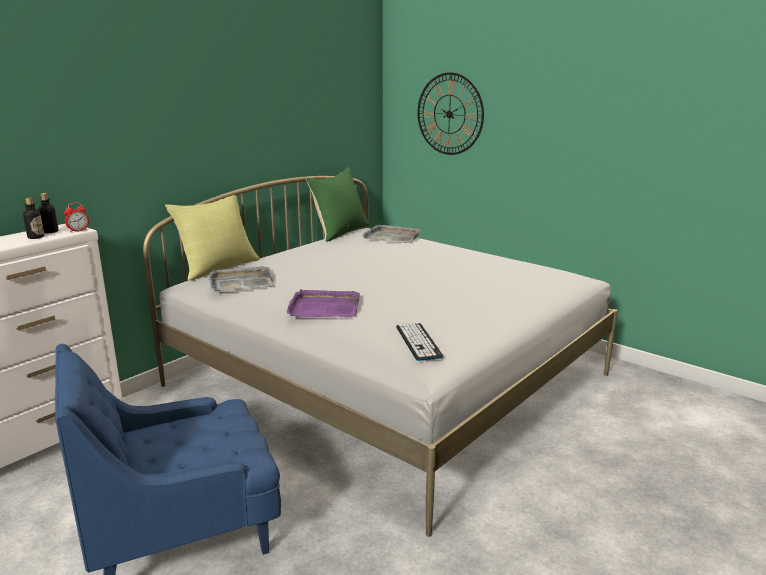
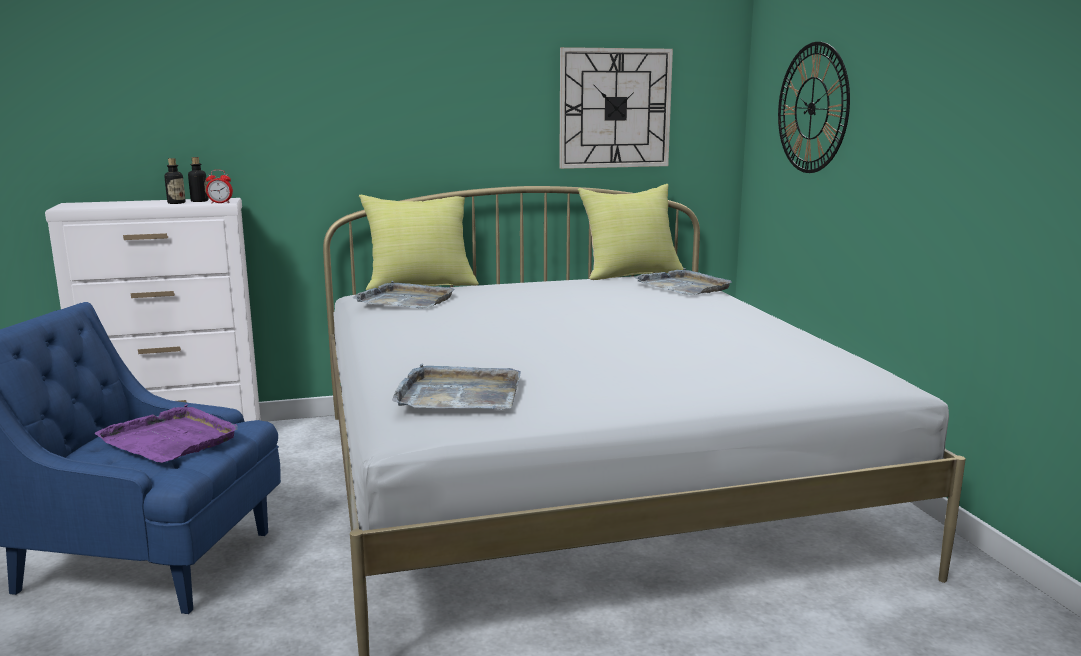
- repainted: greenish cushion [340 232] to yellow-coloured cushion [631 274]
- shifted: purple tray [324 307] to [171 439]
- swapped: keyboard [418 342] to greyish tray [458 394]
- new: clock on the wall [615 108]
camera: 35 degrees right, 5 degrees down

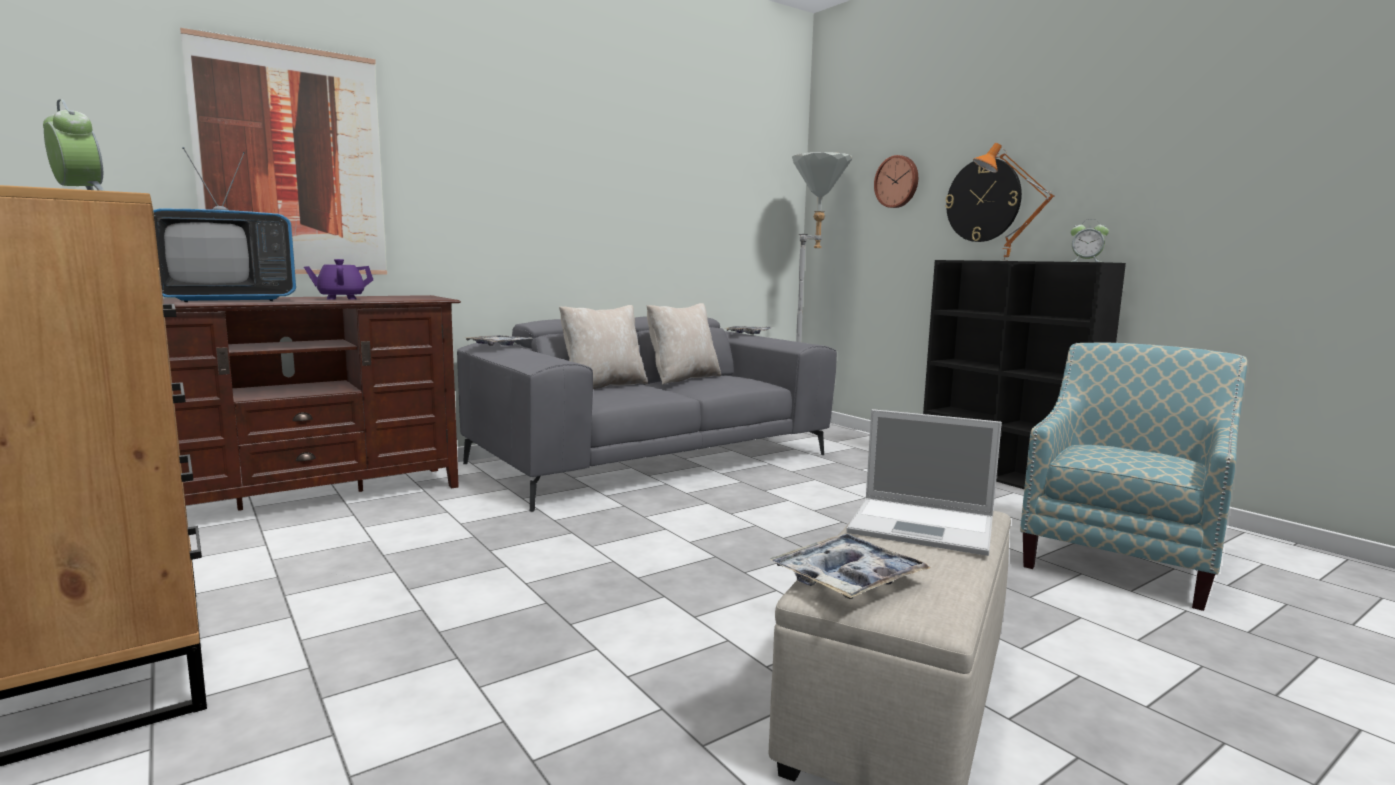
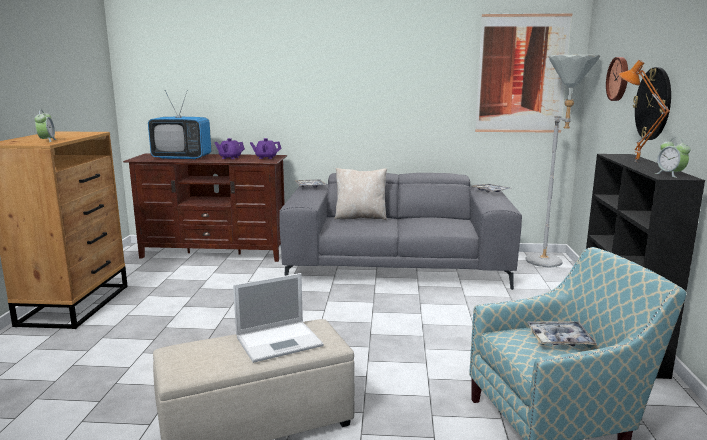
- shifted: wall art [292 162] to [521 74]
- gone: beige-coloured cushion [682 379]
- rotated: laptop [924 526] = [280 341] 90 degrees counterclockwise
- shifted: tray [847 579] to [559 339]
- new: purple pot for tea [266 158]
camera: 40 degrees right, 5 degrees up

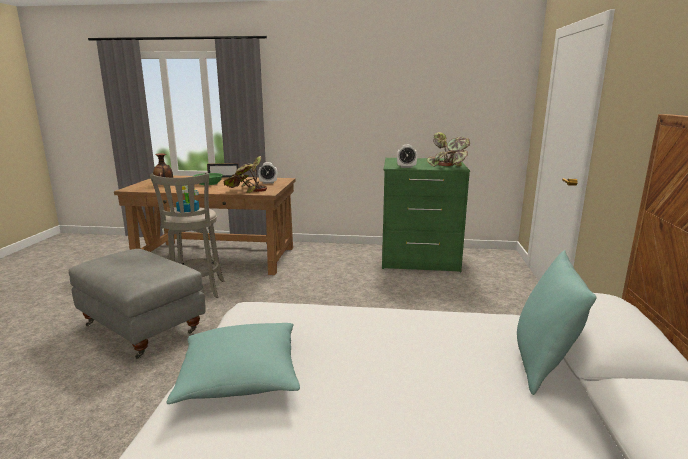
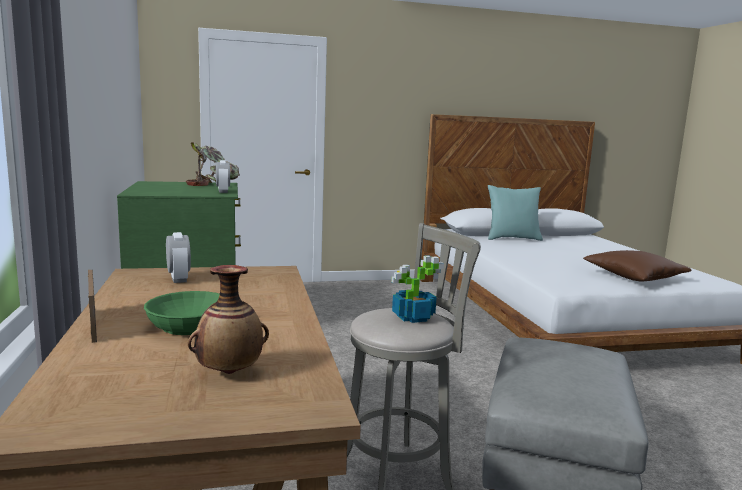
- gone: plant in a pot [246 190]
- repainted: turquoise cushion [240 377] to brown cushion [634 277]
camera: 110 degrees left, 5 degrees down

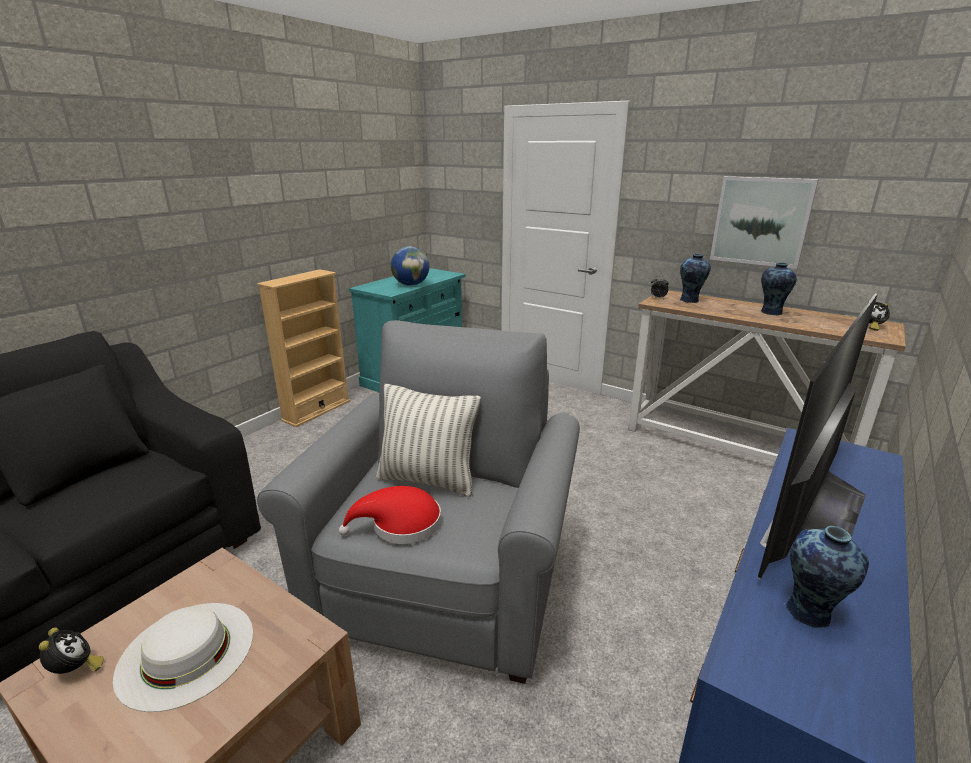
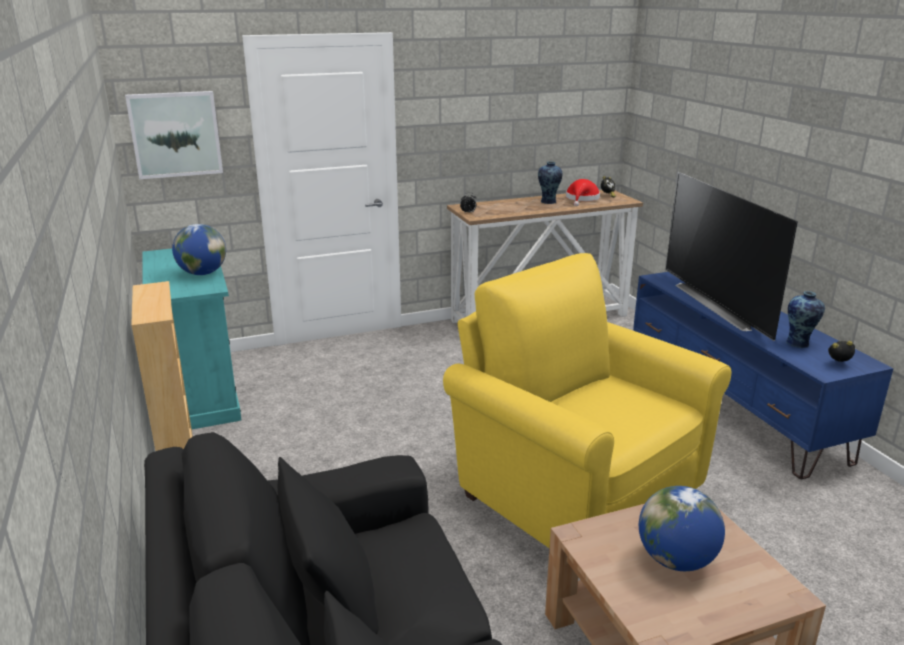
- shifted: wall art [761 221] to [175 134]
- gone: vase [690 300]
- repainted: greyish easy chair [447 580] to yellow-coloured easy chair [573 490]
- gone: cushion [428 480]
- shifted: reddish hat [400 525] to [582 199]
- swapped: white-coloured hat [186 652] to desk globe [676 560]
- shifted: alarm clock [76 670] to [839 364]
camera: 55 degrees left, 0 degrees up

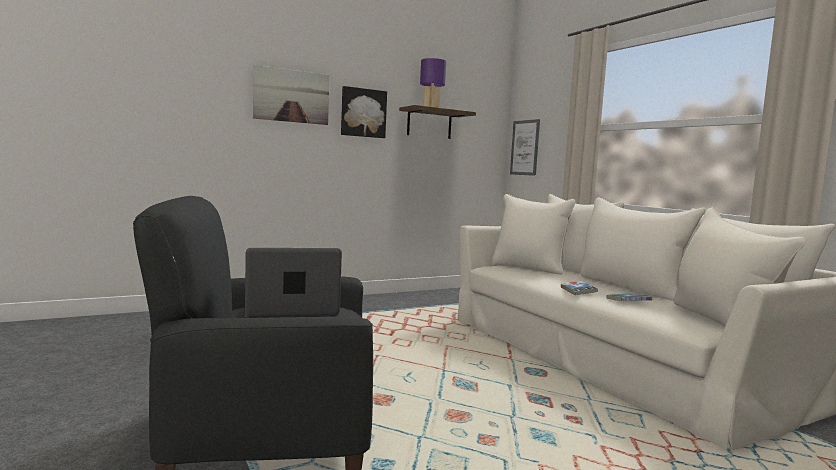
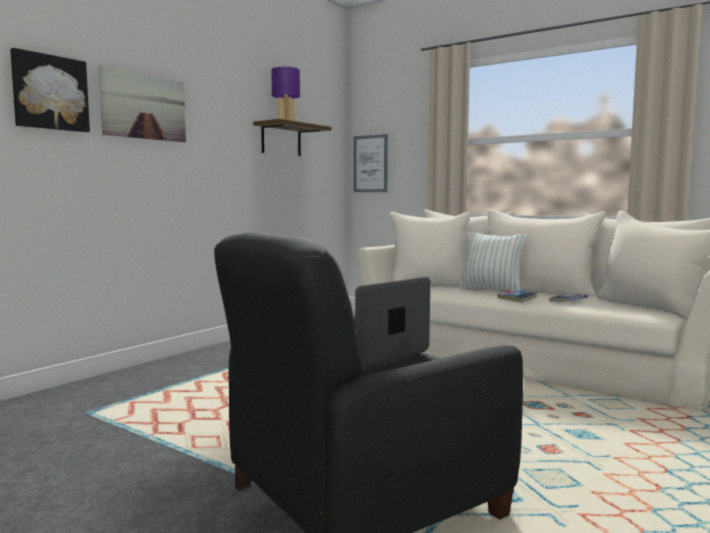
- shifted: wall art [363 113] to [50 93]
- new: cushion [491 290]
camera: 25 degrees left, 0 degrees up

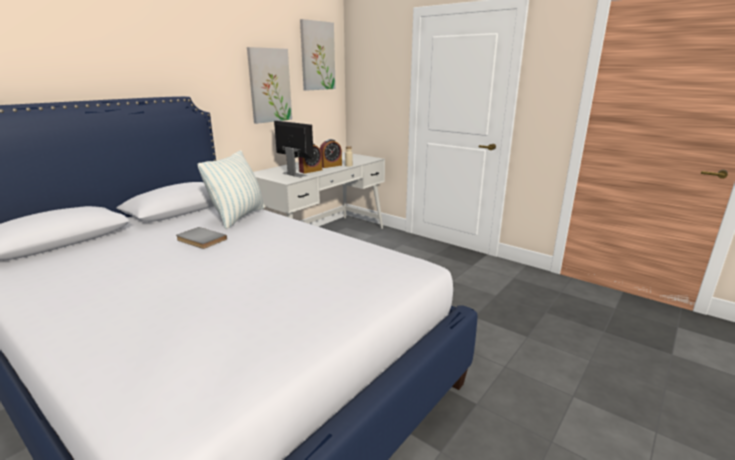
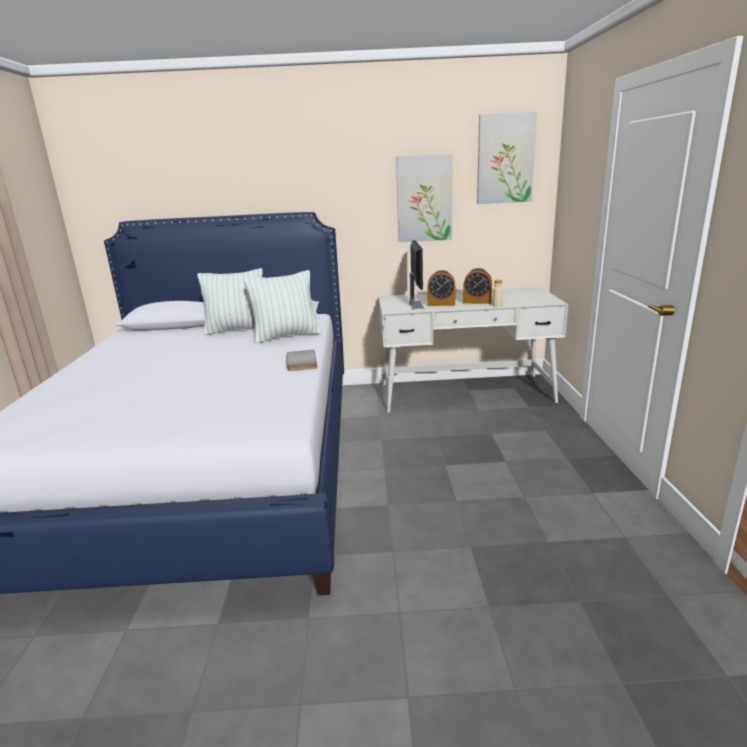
- shifted: greyish bound book [200 240] to [300 362]
- new: cushion [237 330]
camera: 50 degrees right, 0 degrees up

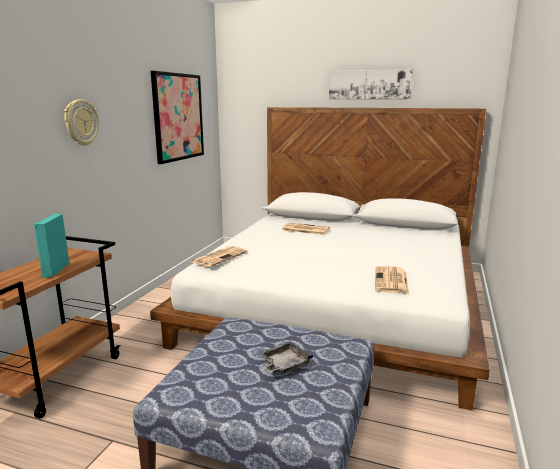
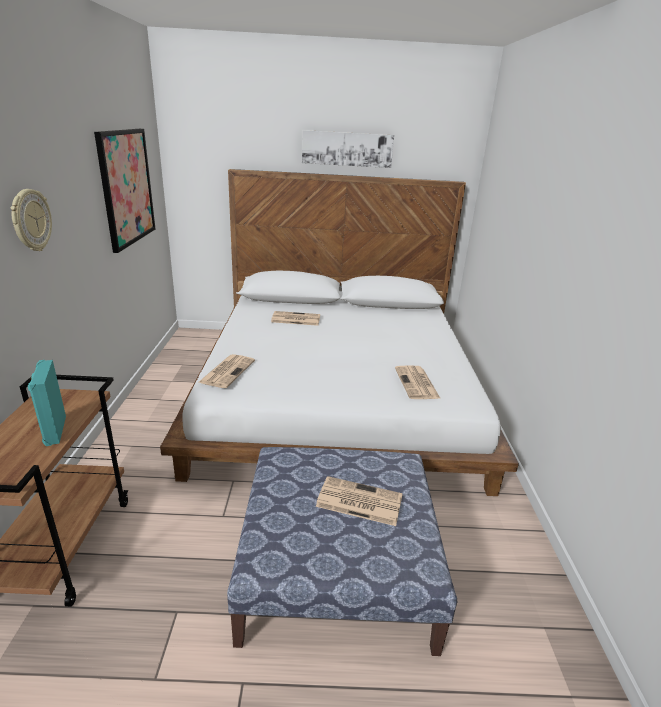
- swapped: greyish tray [284 365] to printed paper [358 501]
camera: 20 degrees left, 10 degrees up

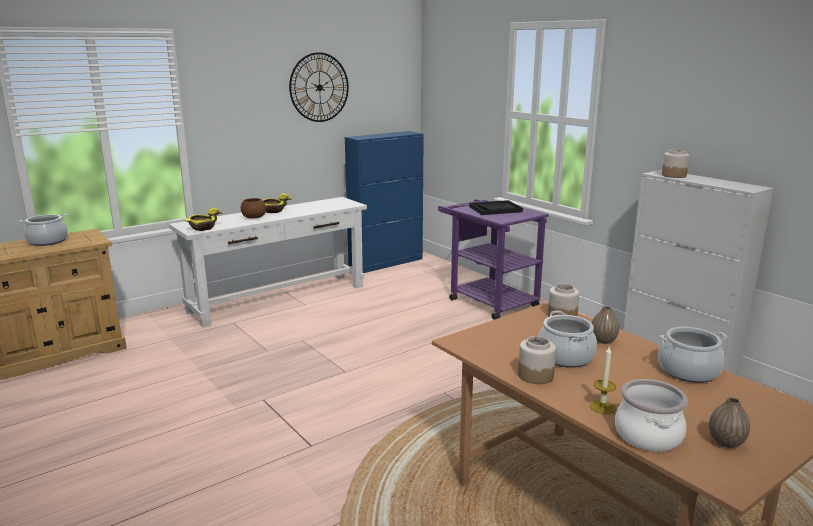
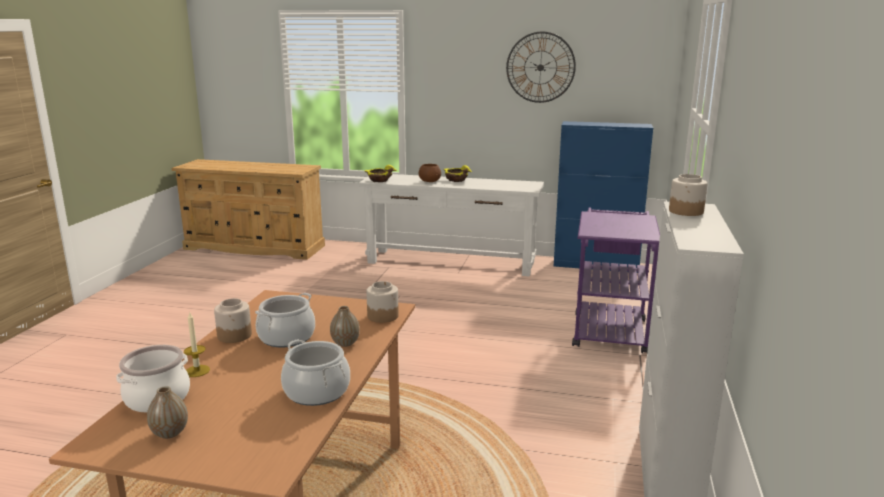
- gone: black-coloured tray [495 209]
- gone: cooking pot [47 241]
camera: 50 degrees right, 0 degrees up

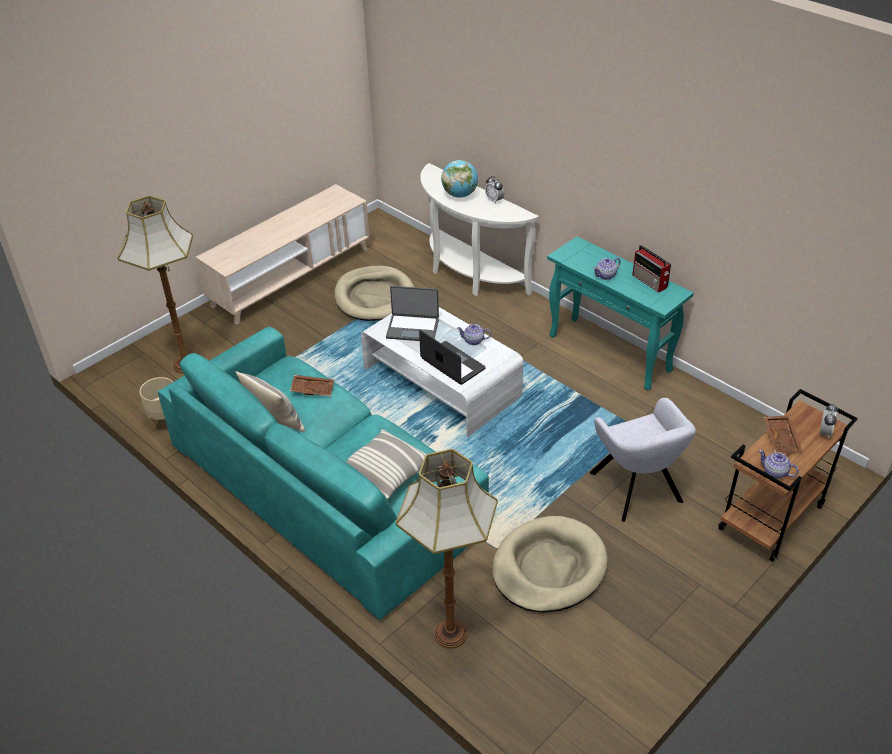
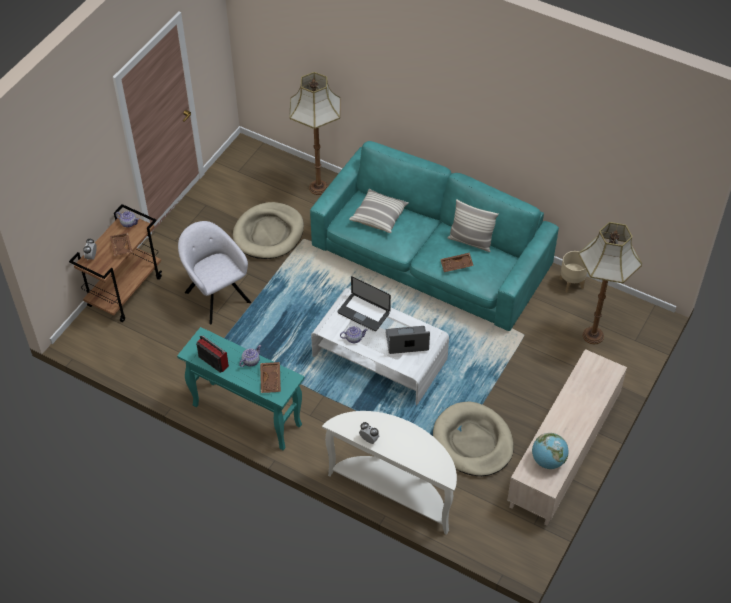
- shifted: desk globe [459 195] to [548 460]
- new: brown tray [271 380]
camera: 165 degrees right, 10 degrees up

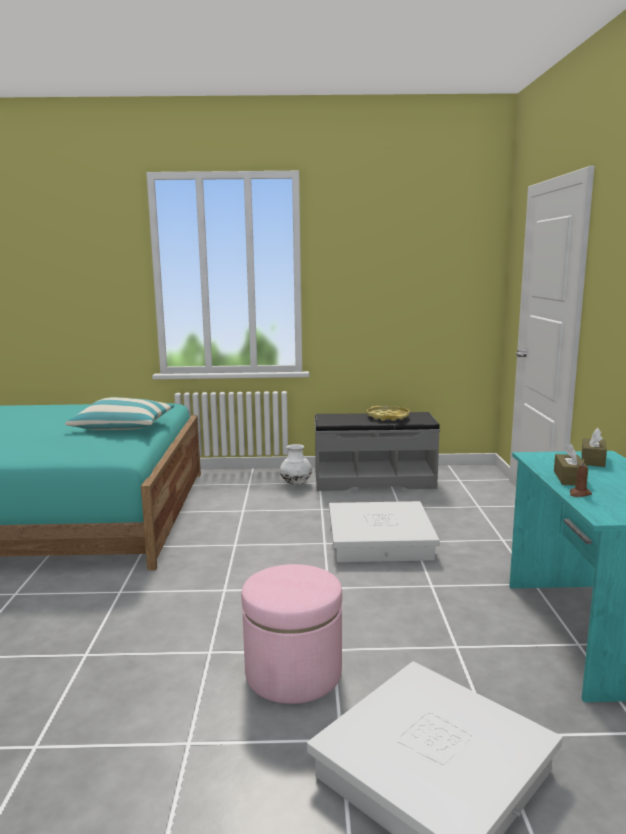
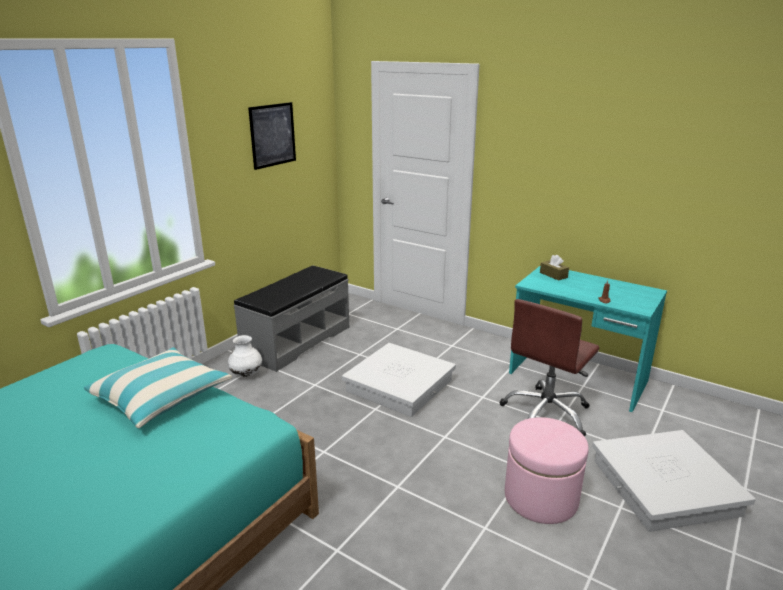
- gone: yellow-coloured tray [388 417]
- gone: brown tissue holder [569 478]
- new: wall art [272 135]
- new: brown office chair [546 414]
camera: 55 degrees left, 10 degrees up

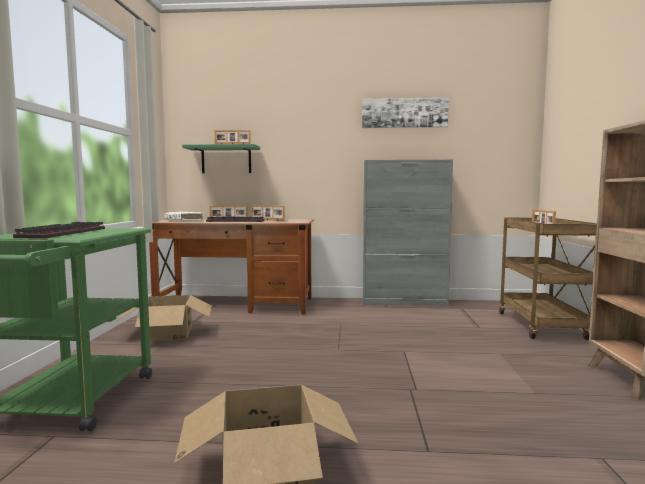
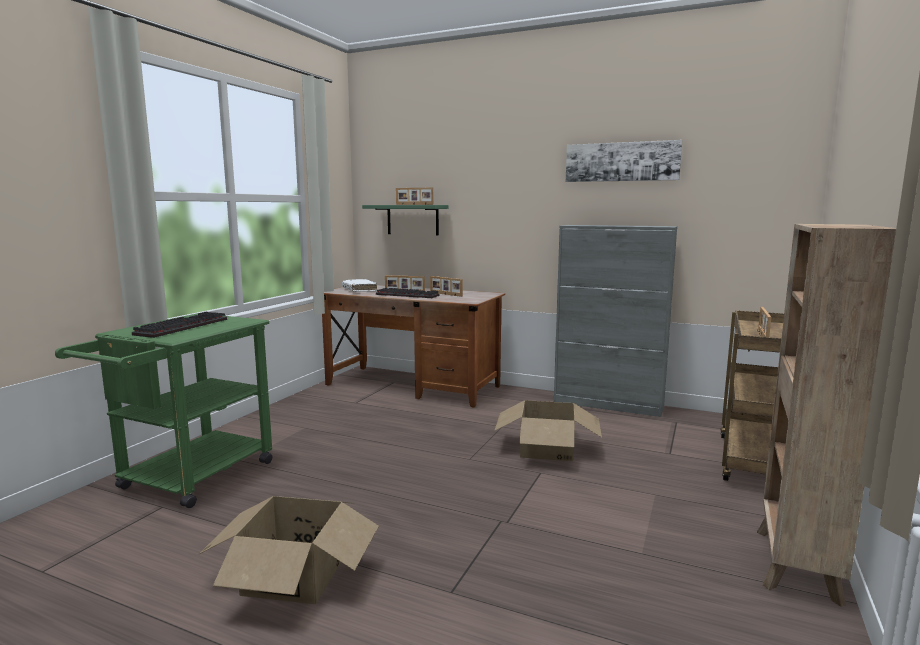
- shifted: packing box [167 333] to [547 448]
camera: 20 degrees right, 5 degrees up

